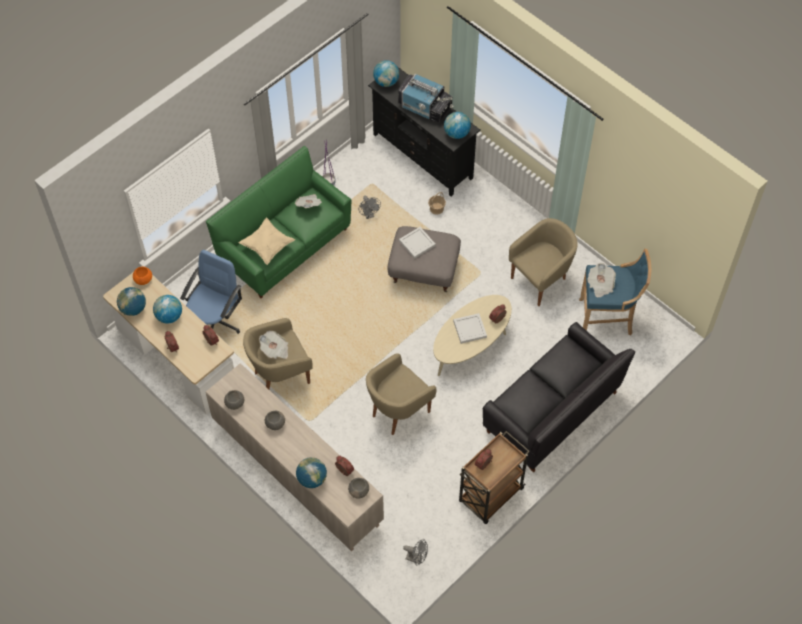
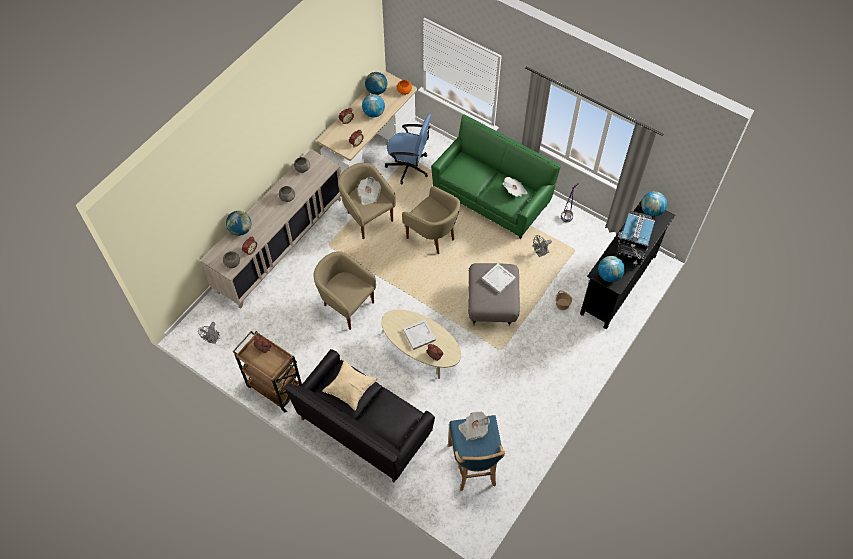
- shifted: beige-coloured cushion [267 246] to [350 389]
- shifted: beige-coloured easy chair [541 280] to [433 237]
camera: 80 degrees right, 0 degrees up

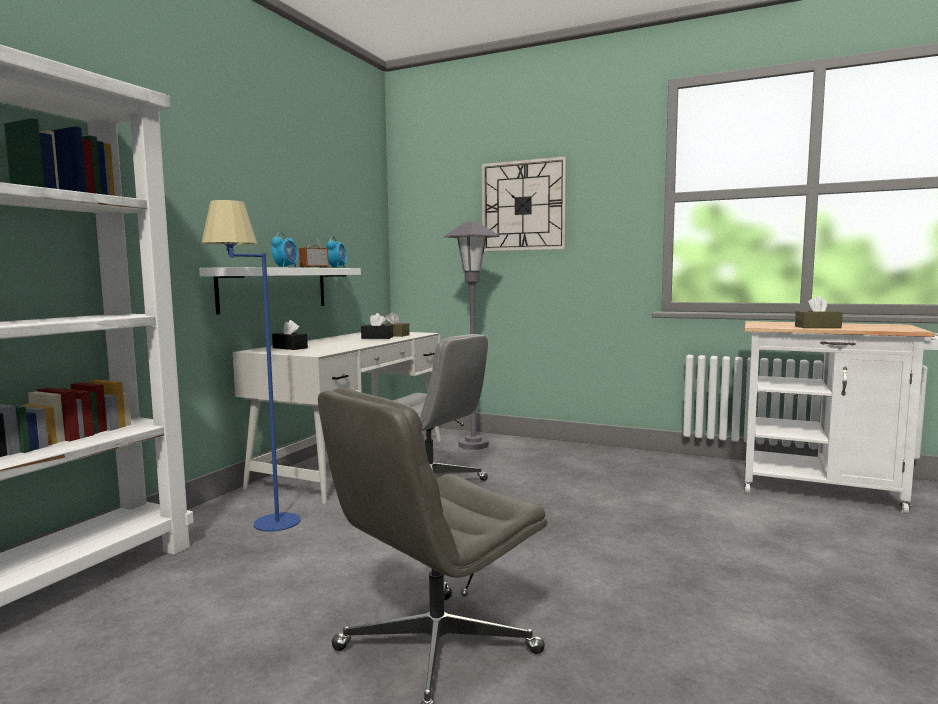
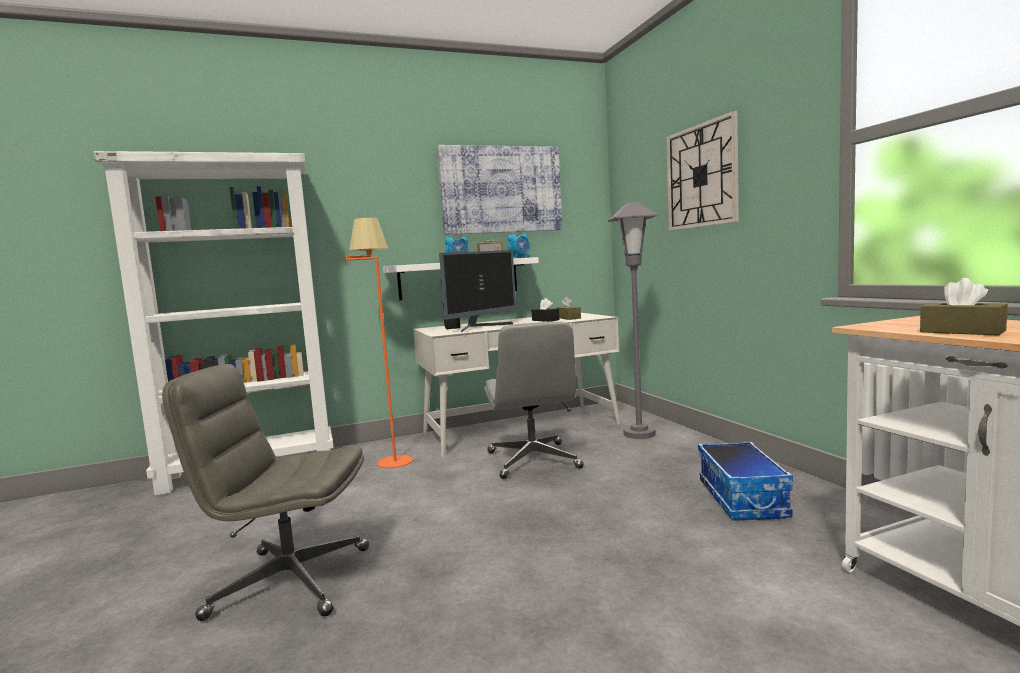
- repainted: blue floor lamp [258 520] to orange floor lamp [390 457]
- new: wall art [501 190]
- new: computer display [481 327]
- new: storage box [743 499]
camera: 45 degrees right, 0 degrees up

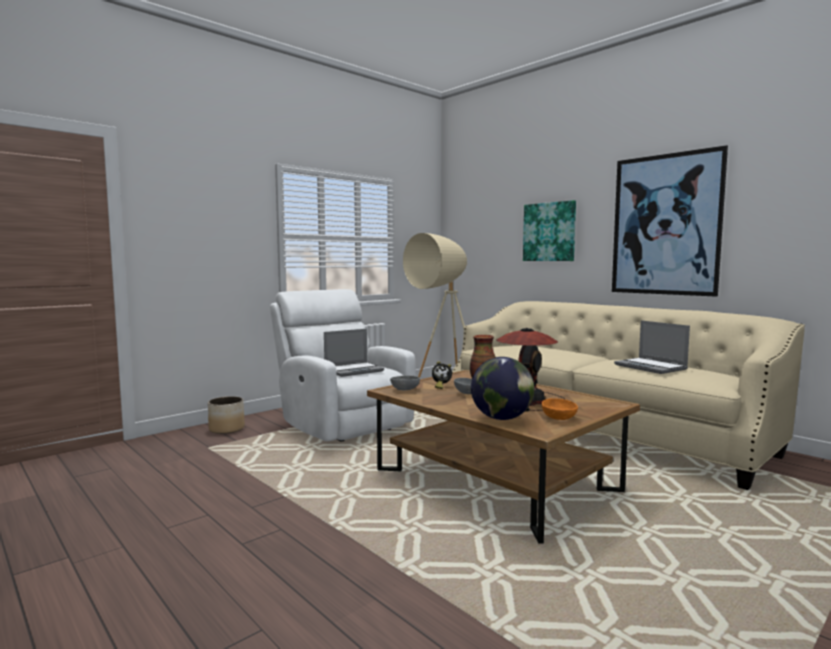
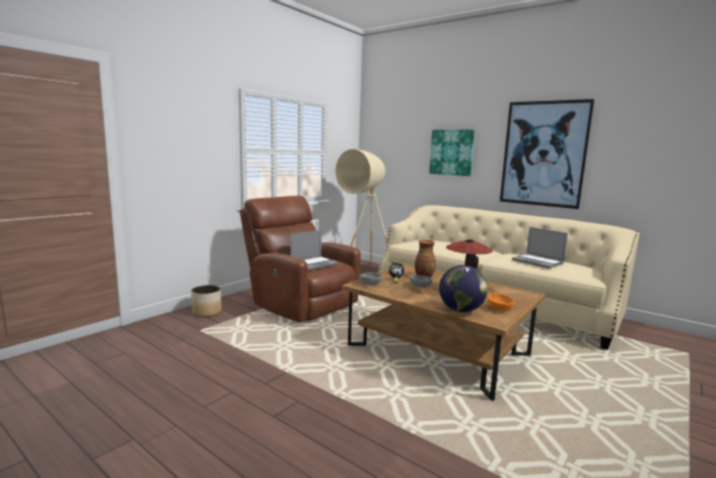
- repainted: white-coloured easy chair [343 424] to brown easy chair [301 305]
camera: 10 degrees left, 5 degrees up

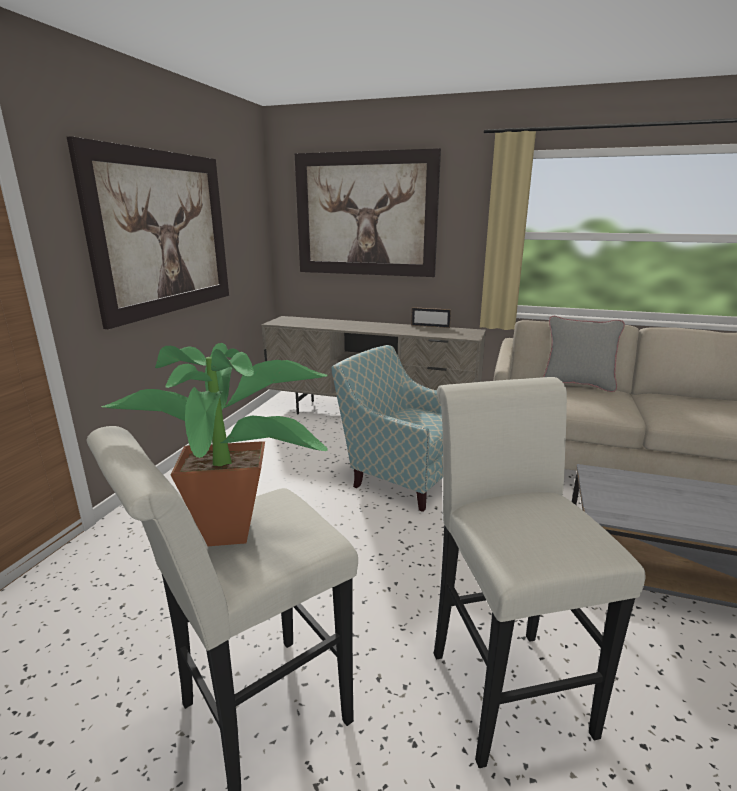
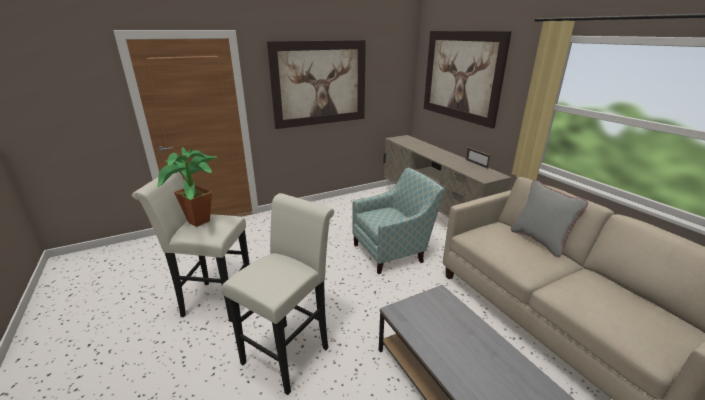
- rotated: easy chair [401 476] = [393 251] 75 degrees clockwise
camera: 45 degrees right, 5 degrees up

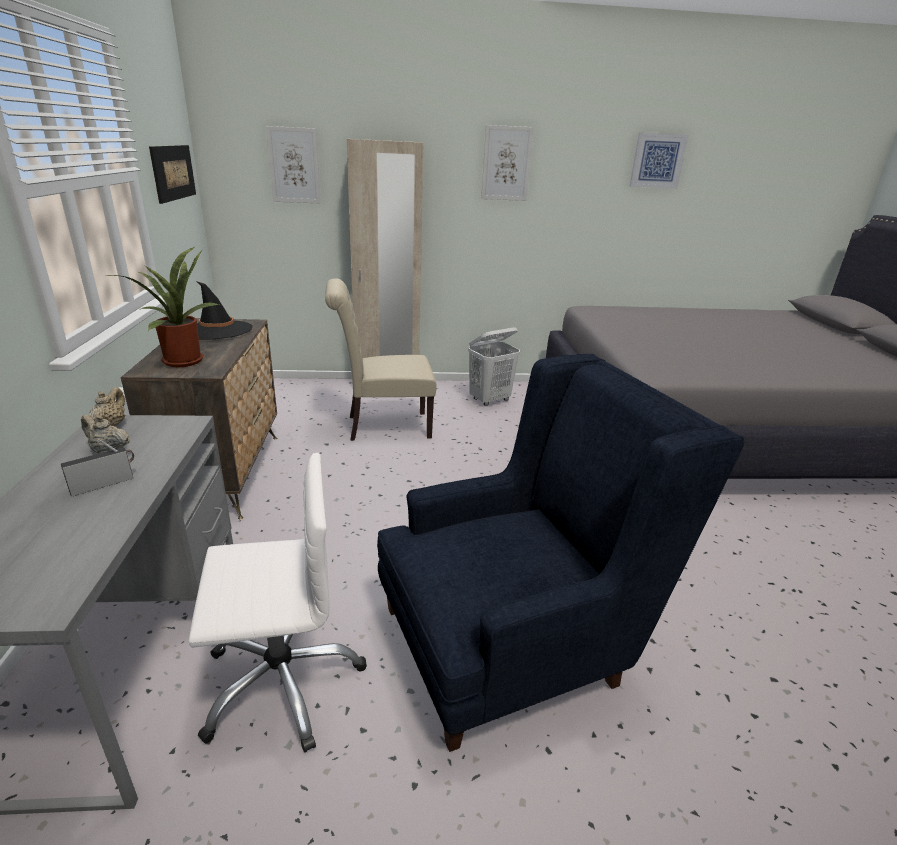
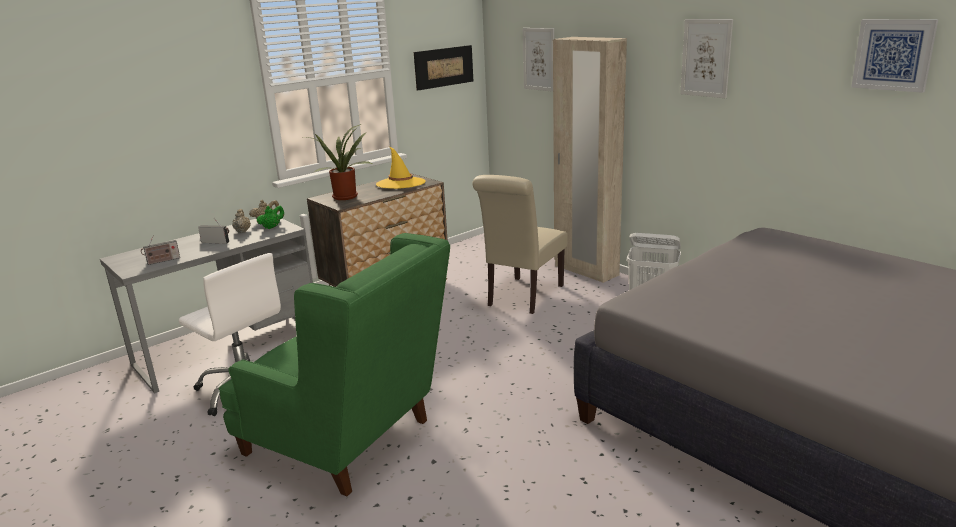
- rotated: beige-coloured upright chair [382 426] = [522 297] 105 degrees counterclockwise
- repainted: black-coloured hat [217 331] to yellow-coloured hat [400 183]
- repainted: blue easy chair [515 638] to greenish easy chair [349 441]
- new: greenish pot for tea [272 227]
- new: radio receiver [162 261]
camera: 55 degrees right, 5 degrees down

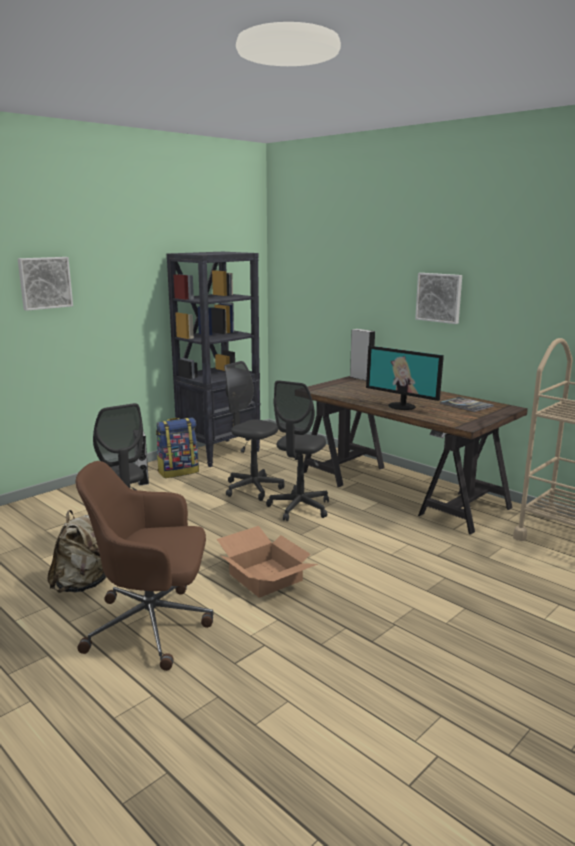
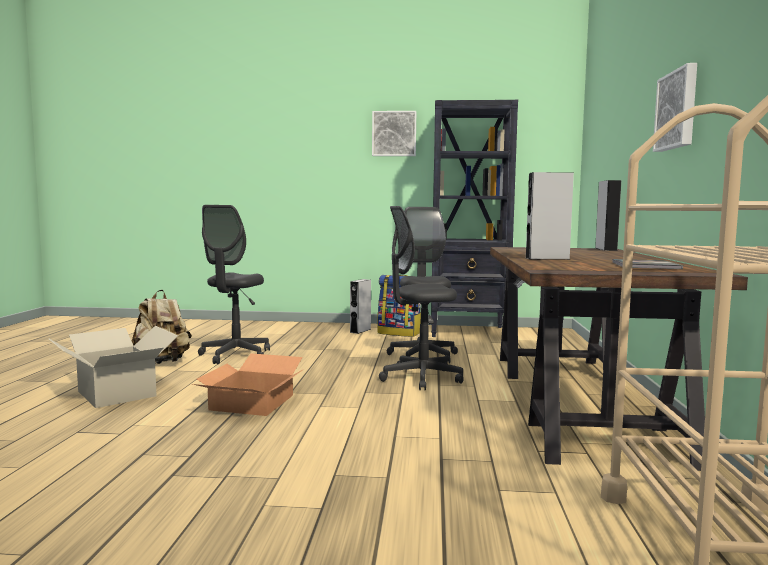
- shifted: wall art [44 283] to [394 134]
- swapped: computer display [402 406] to greyish audio speaker [547 258]
- swapped: brown office chair [153 626] to packing box [117 393]
camera: 50 degrees right, 10 degrees down

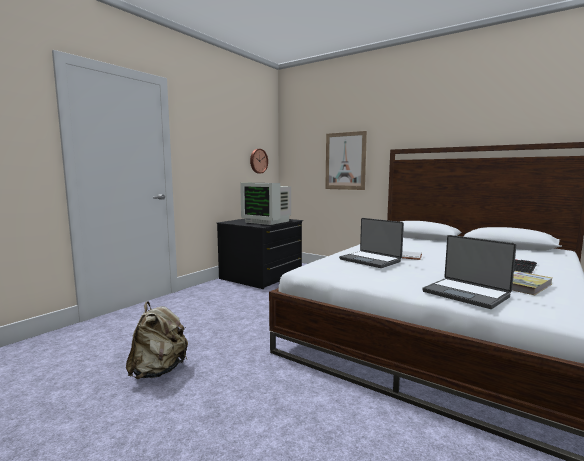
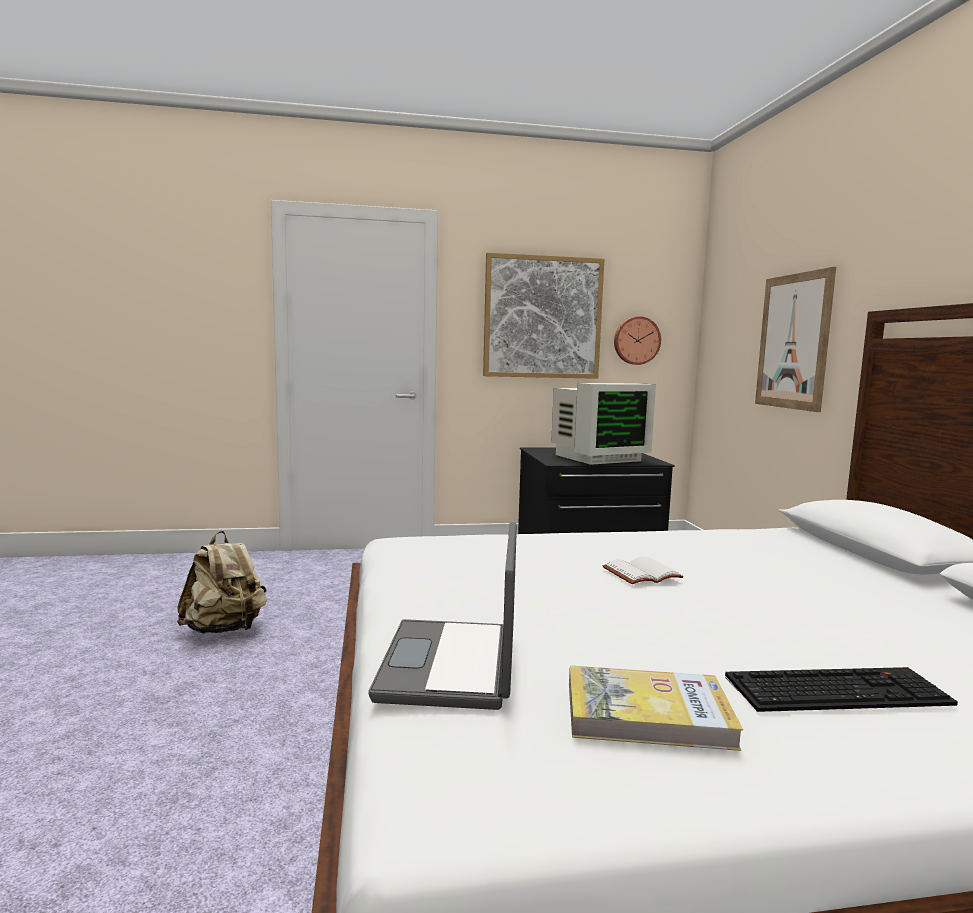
- rotated: computer display [267 221] = [597 458] 105 degrees counterclockwise
- gone: laptop [370 260]
- new: wall art [542 317]
camera: 45 degrees right, 0 degrees up

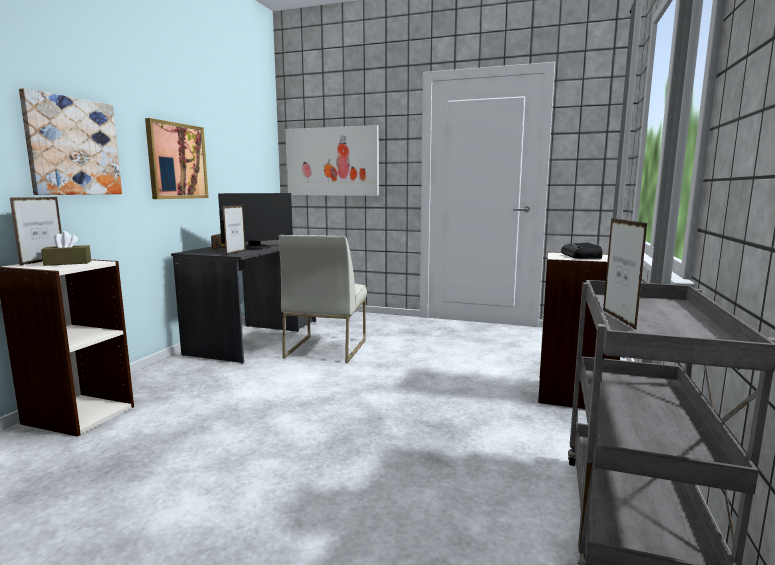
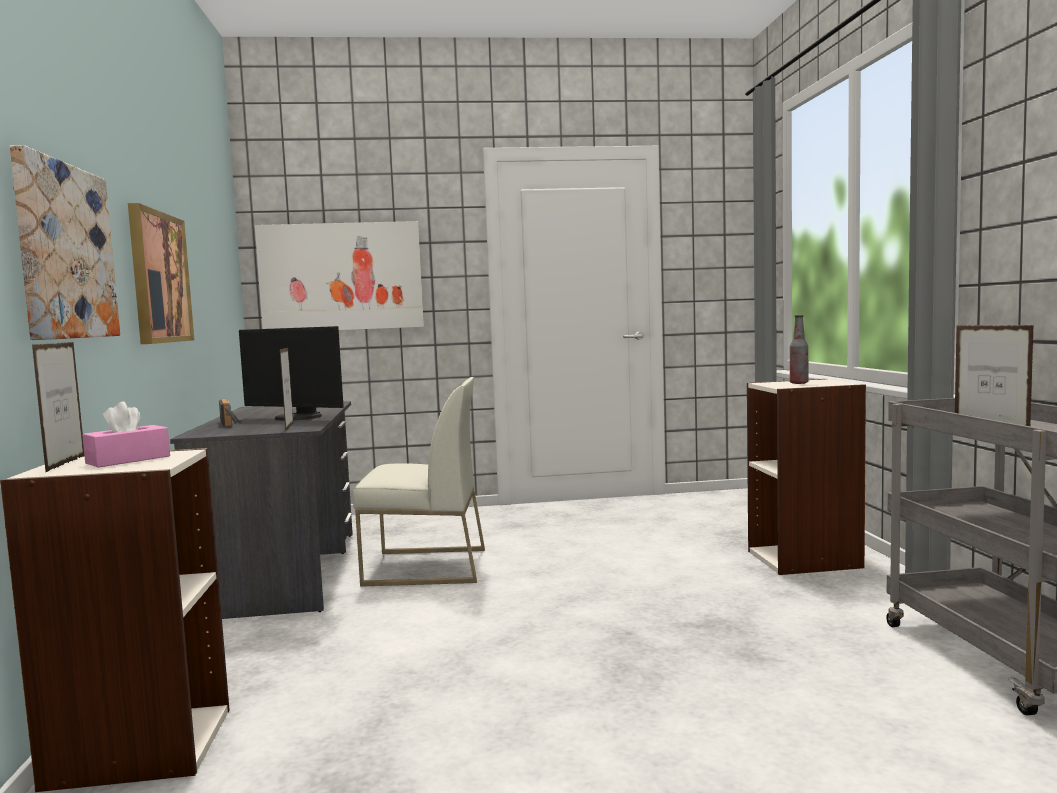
- rotated: computer display [257 248] = [296 418] 90 degrees clockwise
- repainted: brown tissue holder [68 263] to pink tissue holder [128 460]
- rotated: white-coloured upright chair [325 348] = [425 567] 75 degrees counterclockwise
- swapped: radio receiver [581 256] to beverage bottle [799 383]
camera: 25 degrees left, 5 degrees down

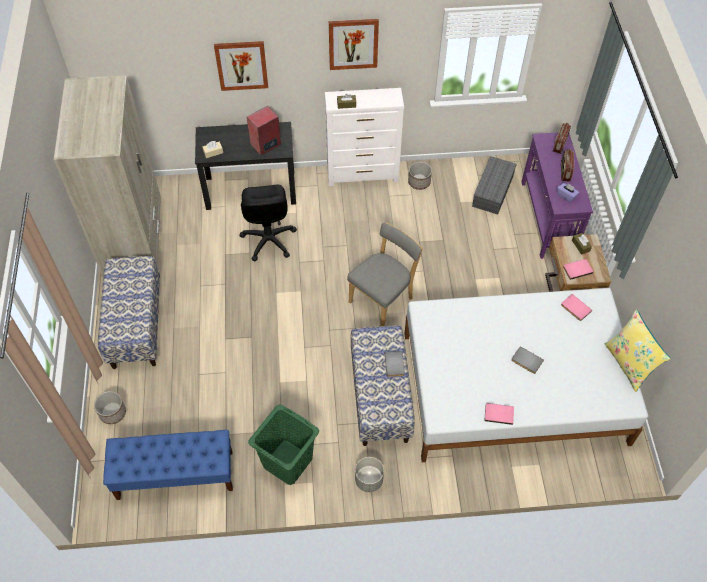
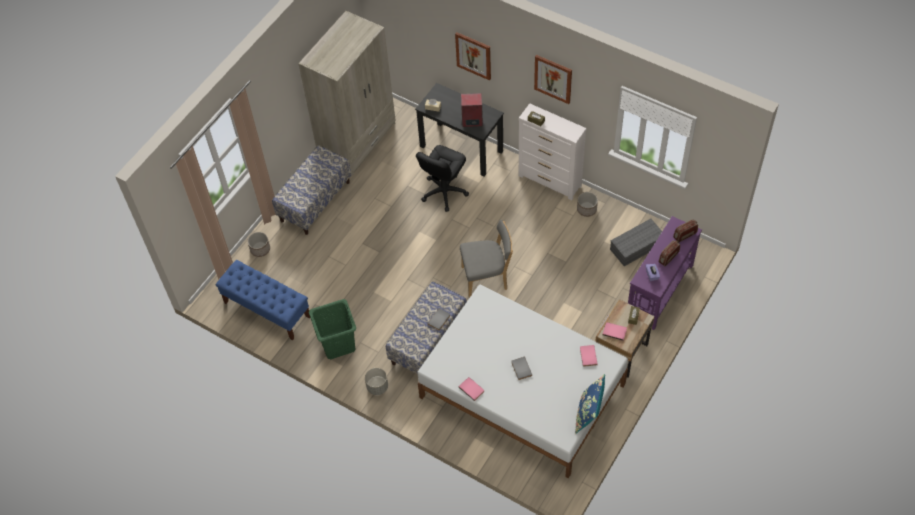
- repainted: yellow-coloured cushion [628 364] to blue cushion [588 414]
camera: 40 degrees right, 0 degrees up

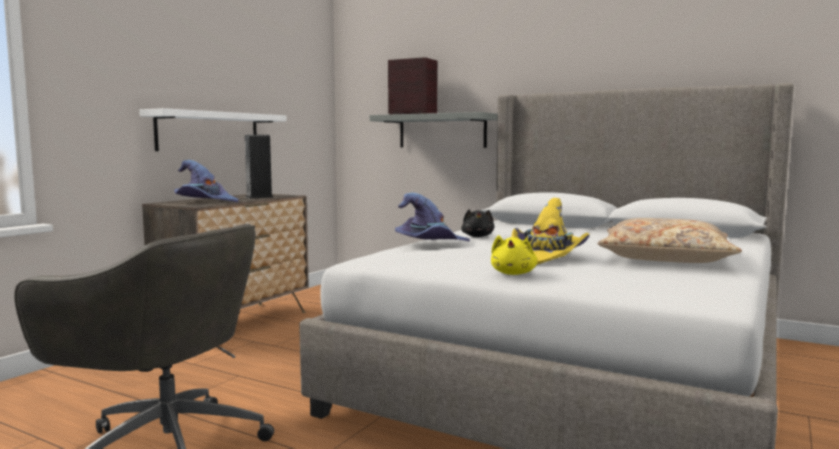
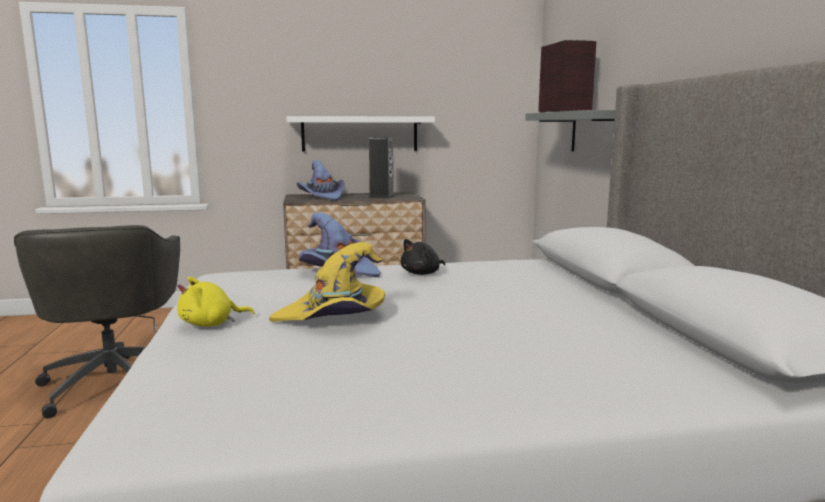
- gone: beige-coloured cushion [665 258]
camera: 50 degrees right, 5 degrees up

